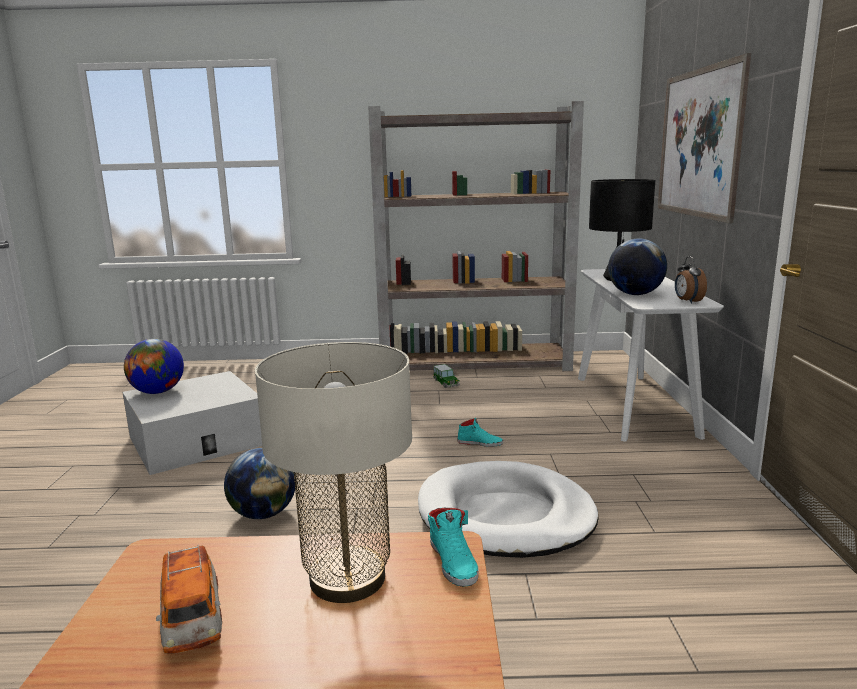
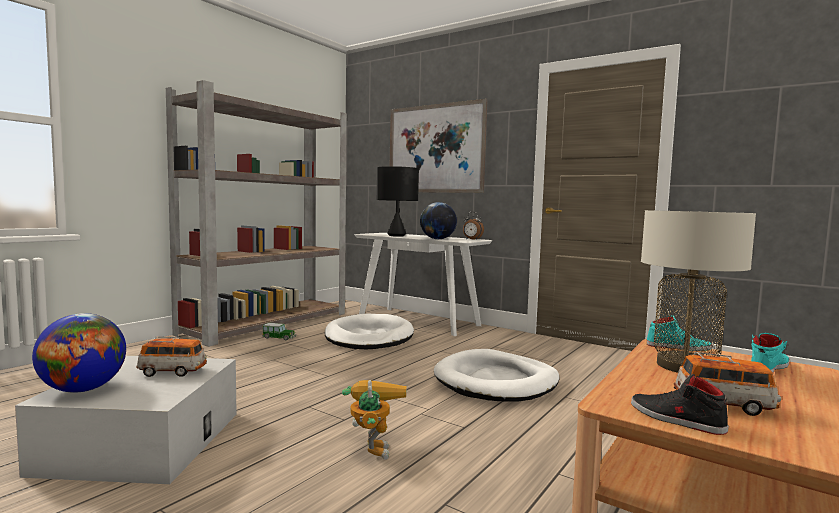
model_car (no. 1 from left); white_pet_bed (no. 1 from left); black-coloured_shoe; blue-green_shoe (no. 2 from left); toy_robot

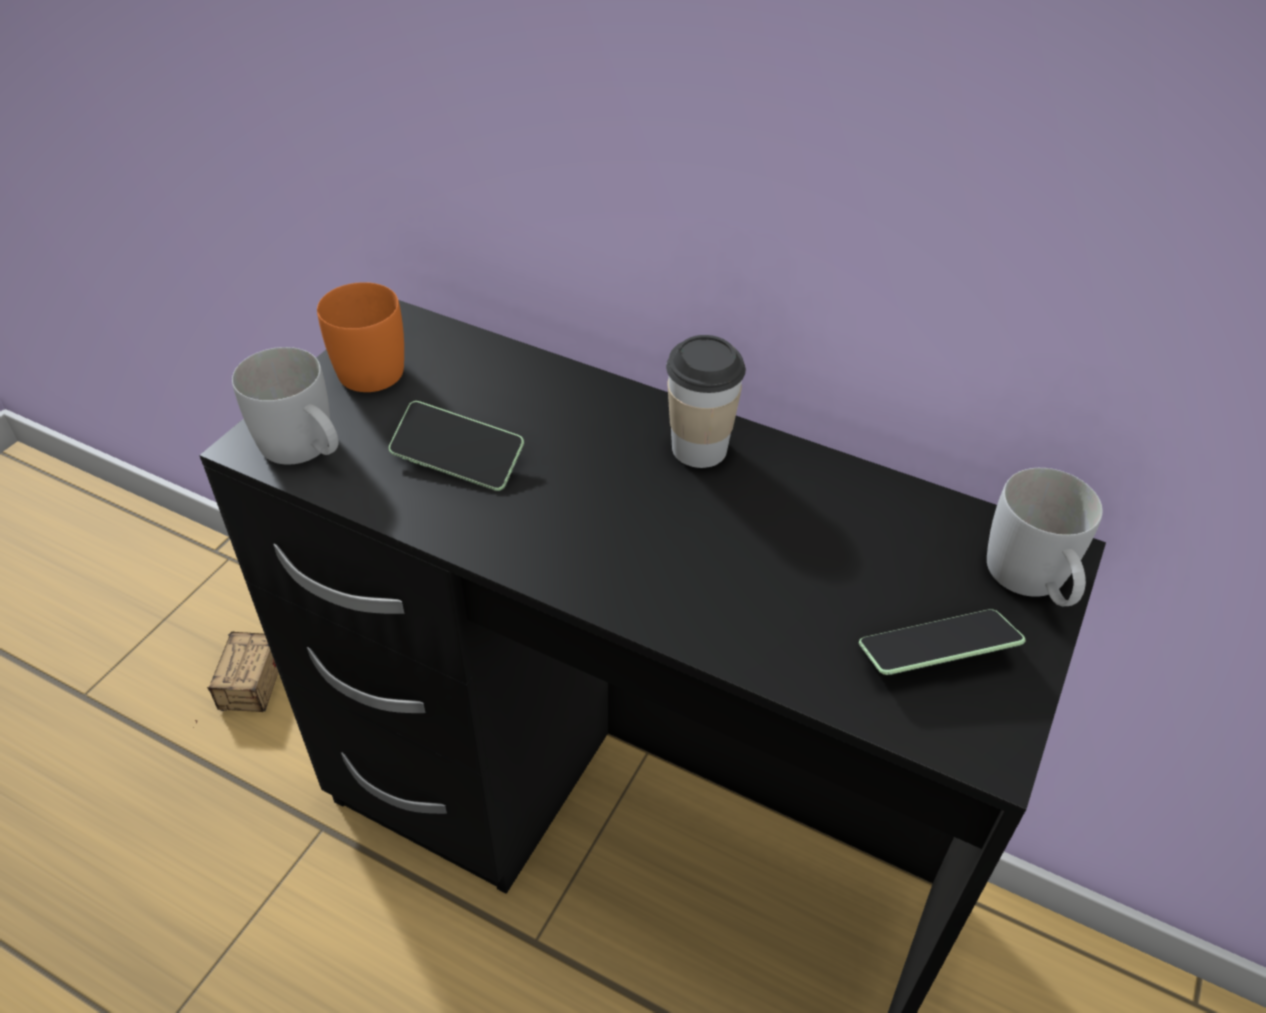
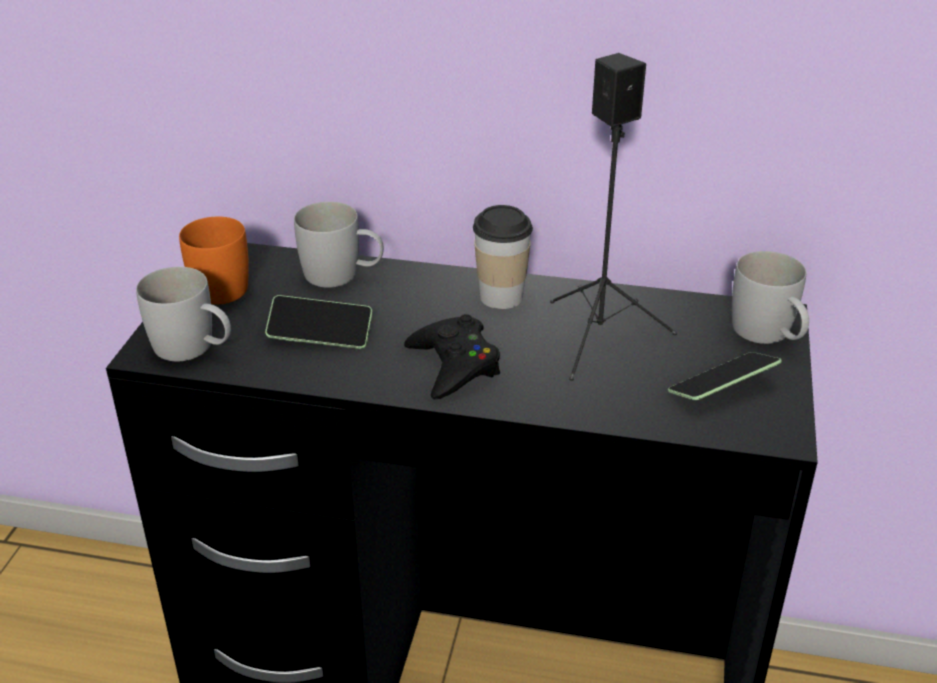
storage_bin; white_coffee_mug (no. 2 from left); black-coloured_joypad; black-coloured_speaker

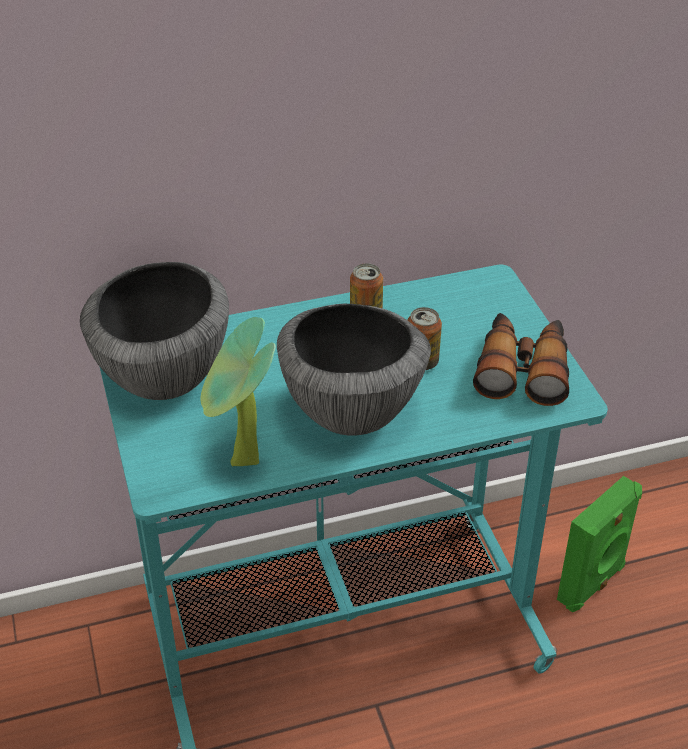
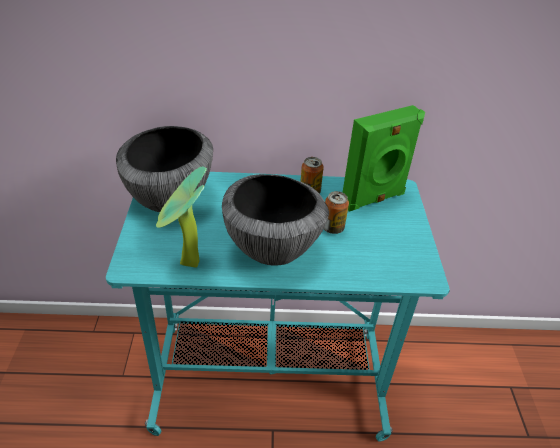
binoculars; green_speaker

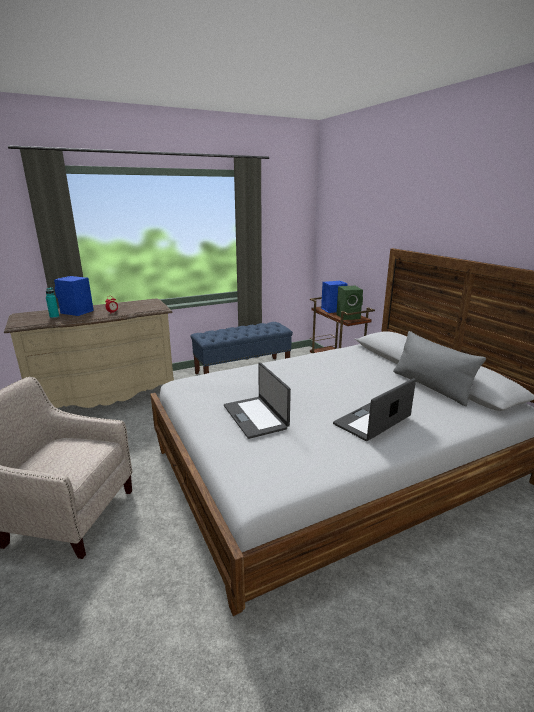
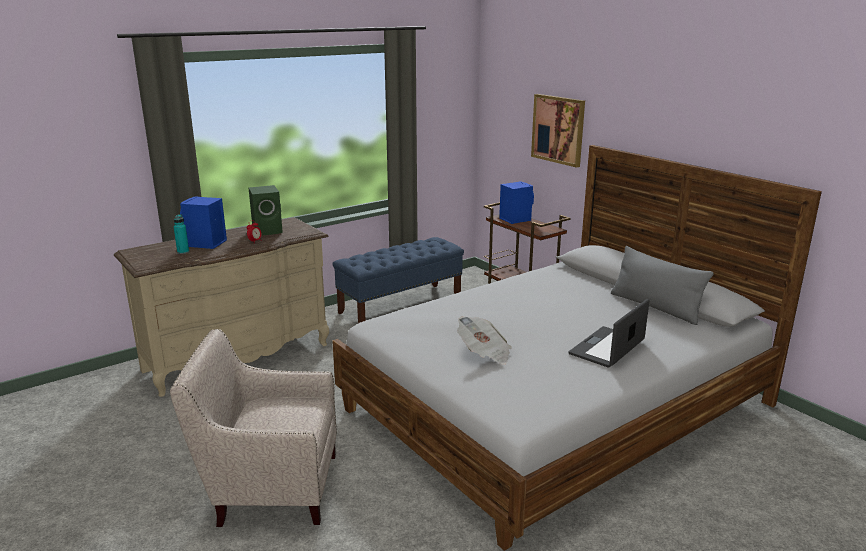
picture; green_speaker; daily_paper

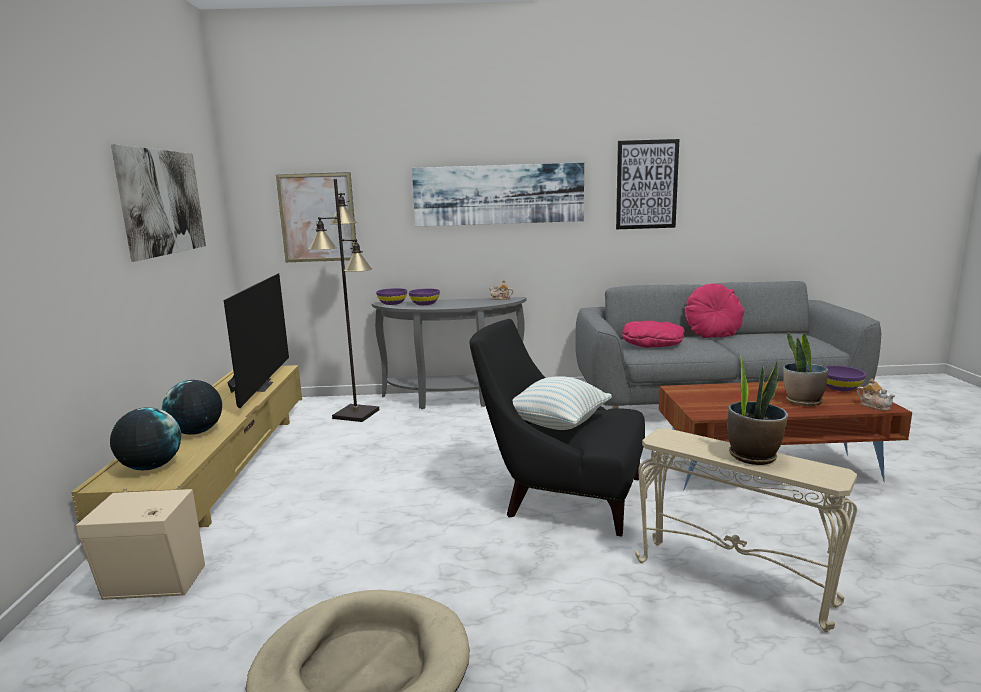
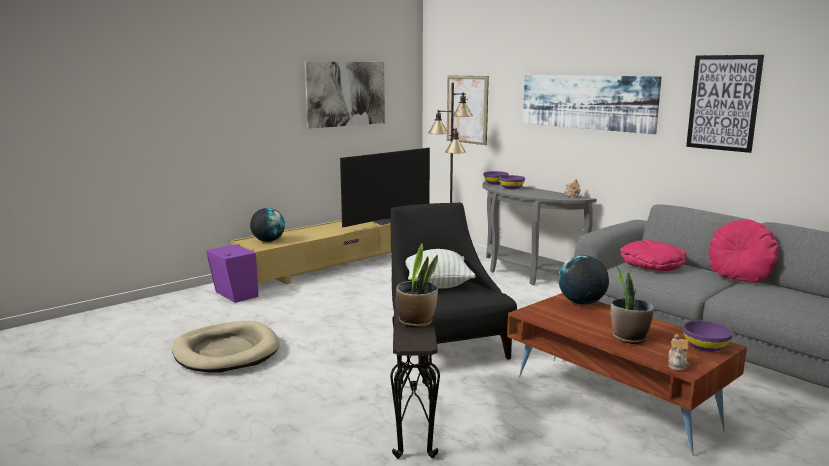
globe (no. 2 from left); purplish_speaker; black-coloured_side_table

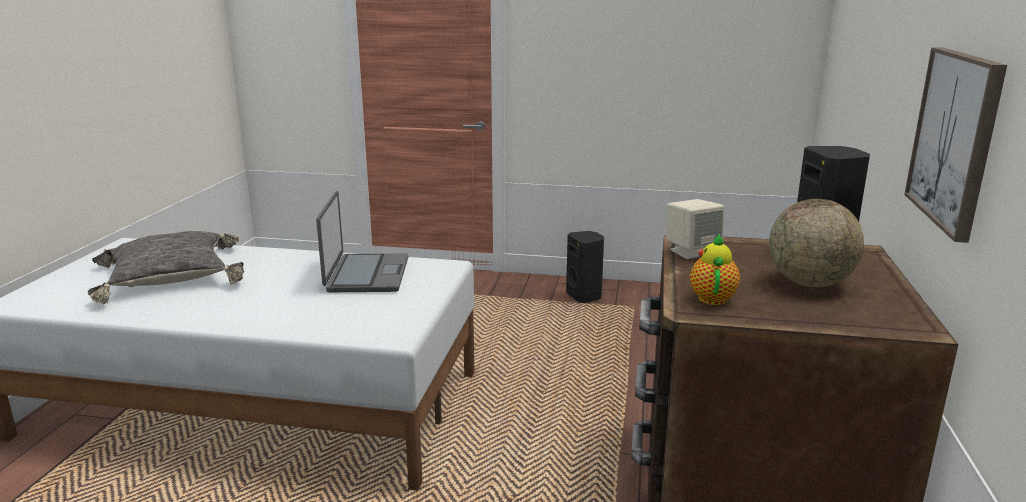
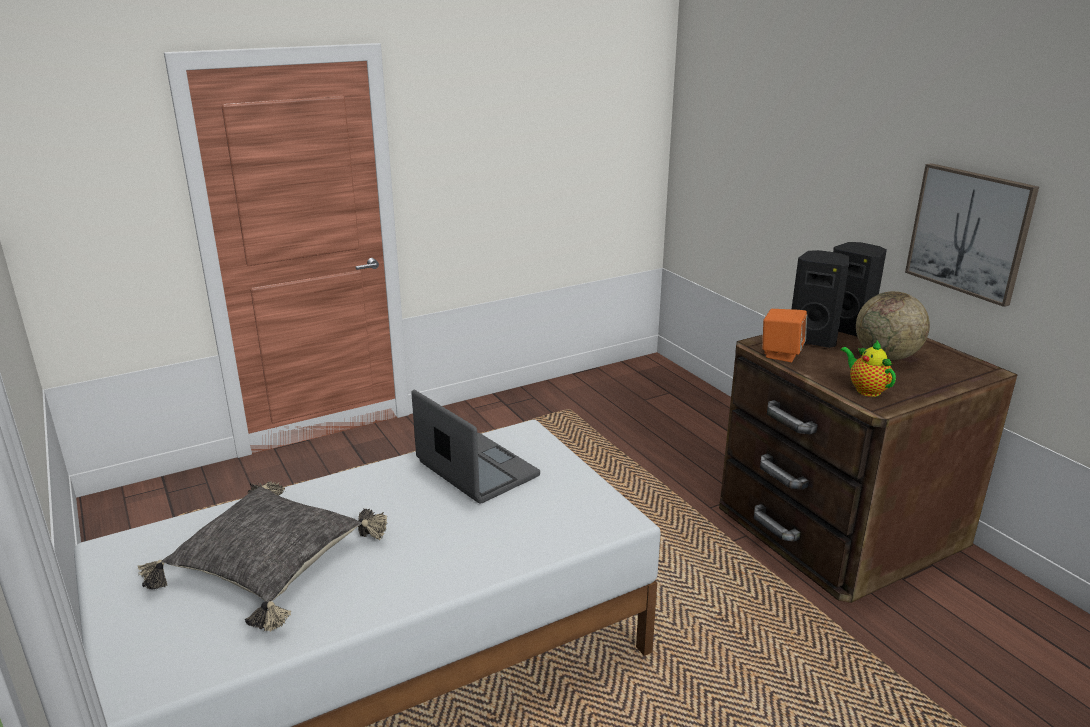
black-coloured_speaker (no. 1 from left); orange_speaker

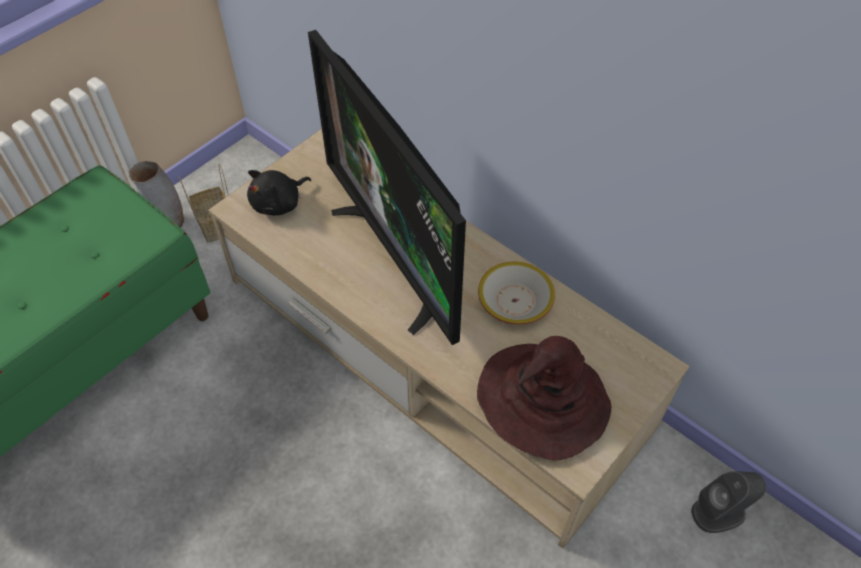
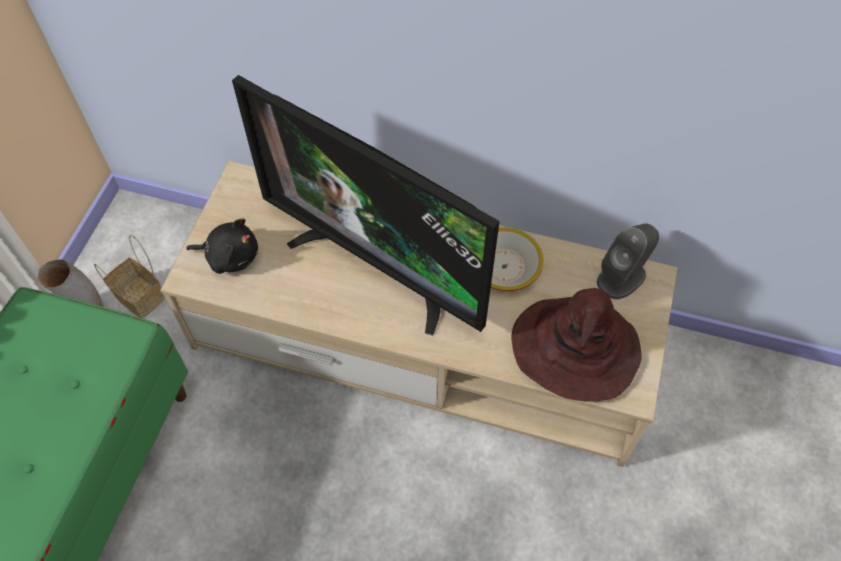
greyish_speaker; black-coloured_soft_toy

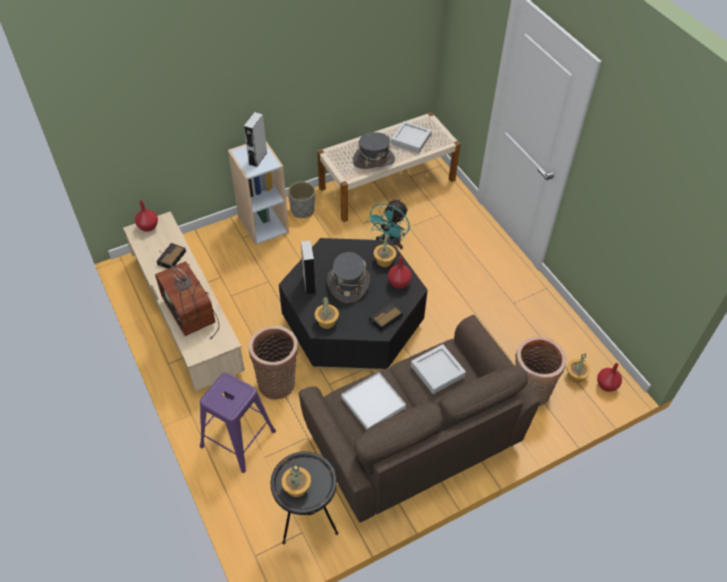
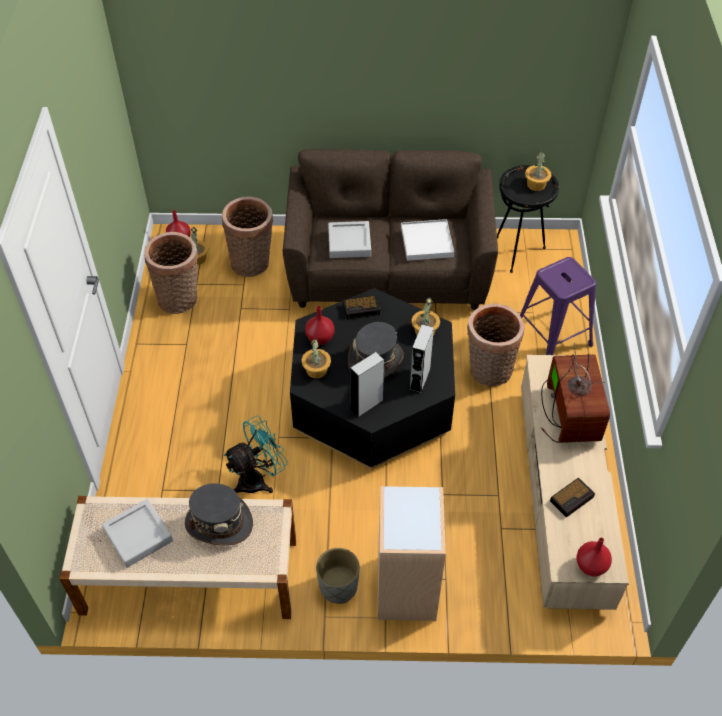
basket (no. 1 from left); greyish_speaker (no. 1 from left)

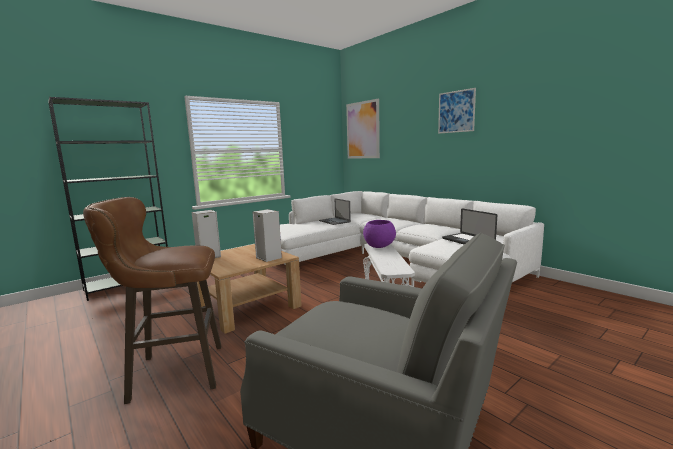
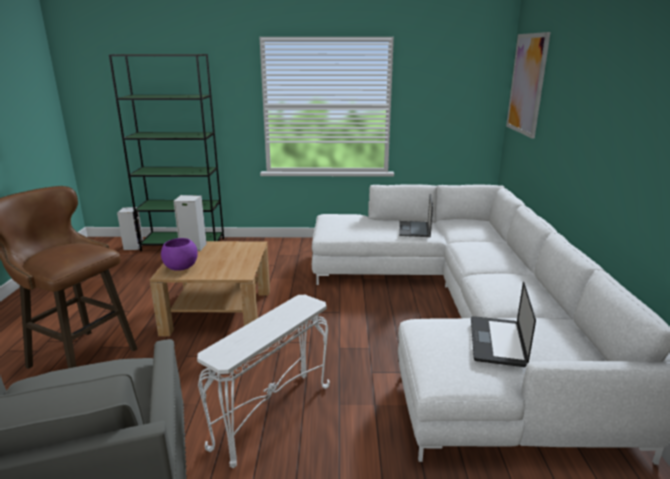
picture (no. 2 from left in the first image); speaker (no. 1 from left); purplish_bowl

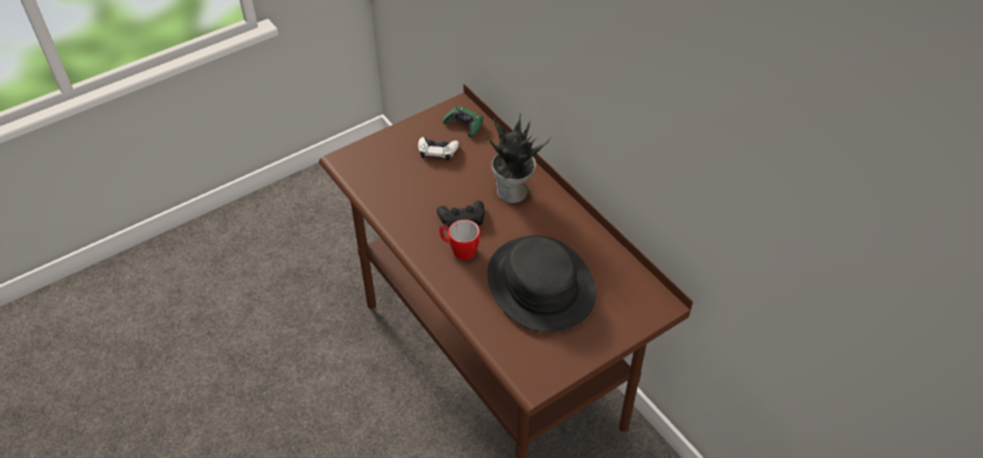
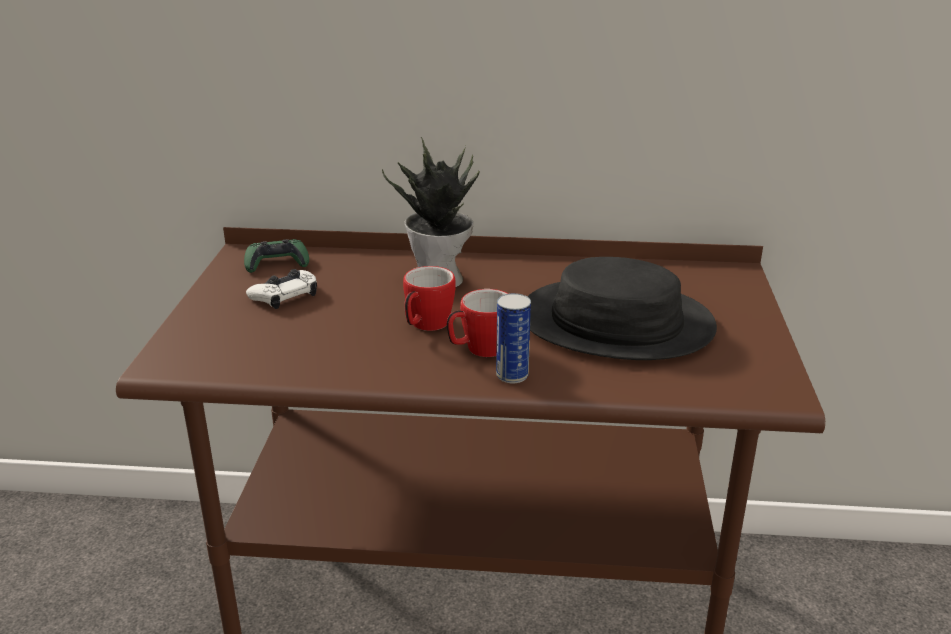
metal_can; coffee_mug (no. 1 from left)

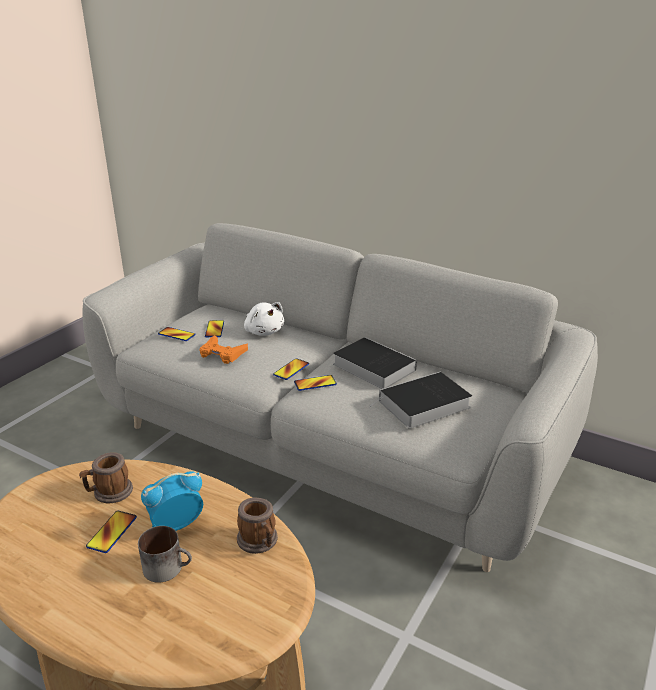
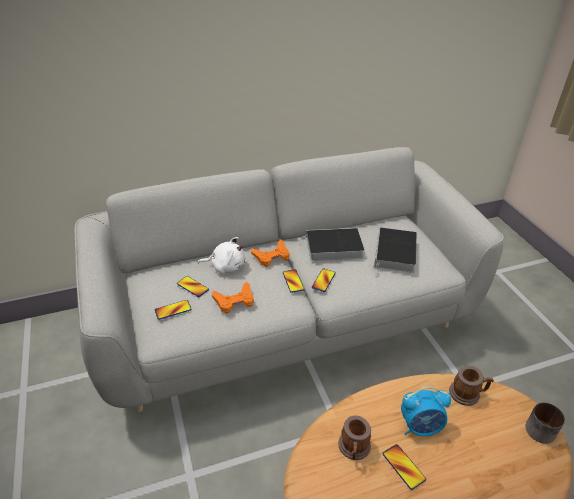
orange_joypad (no. 2 from left); coffee_mug (no. 3 from left); table_clock

